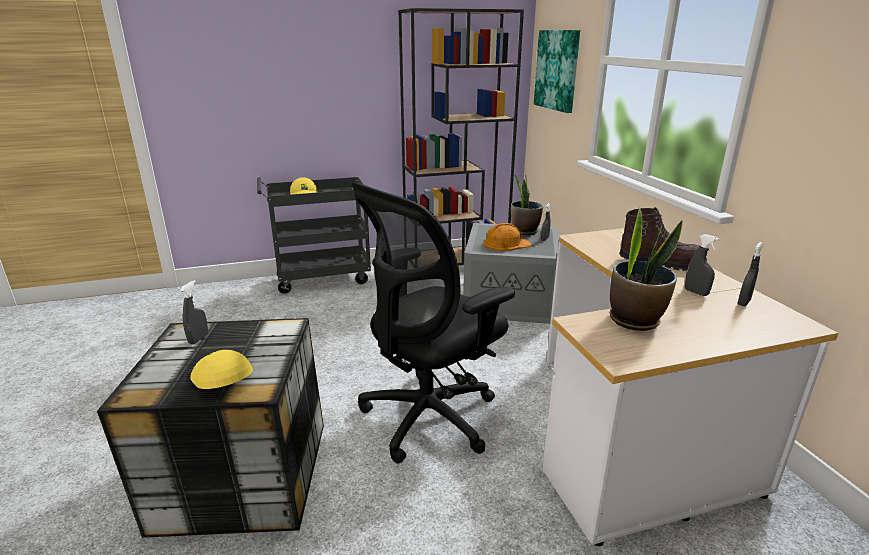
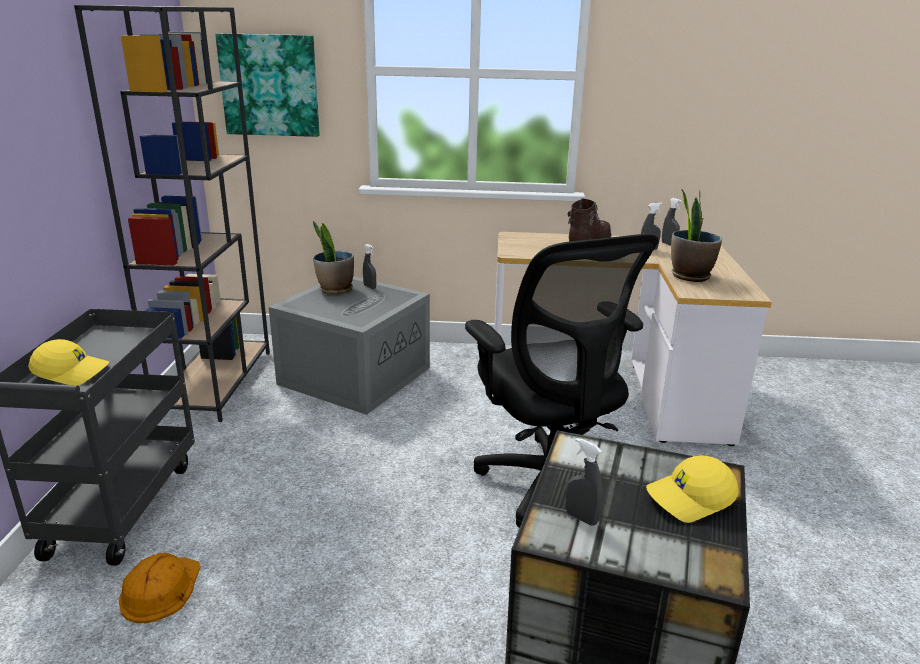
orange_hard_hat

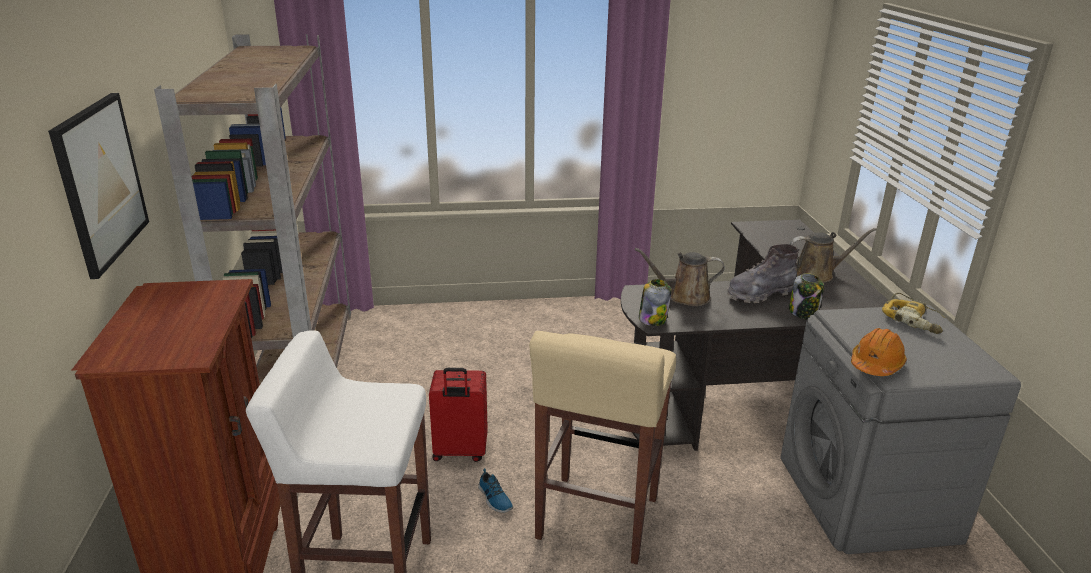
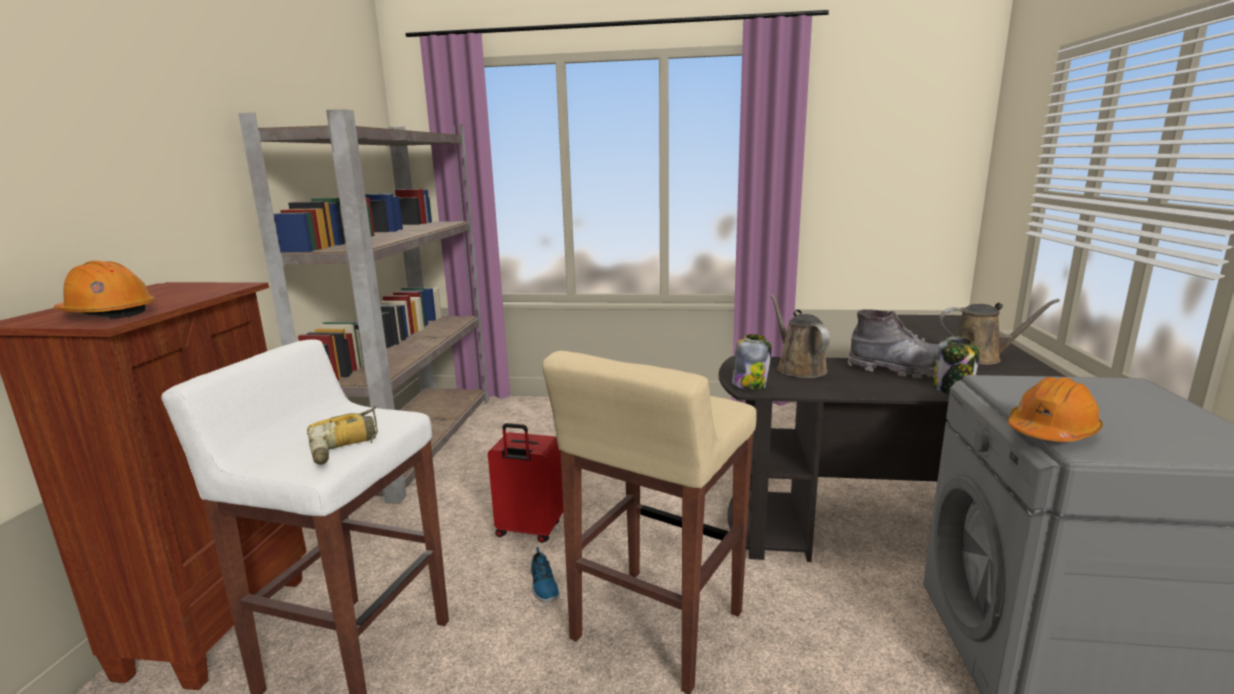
picture; orange_hard_hat (no. 1 from left); power_drill; brown-coloured_watering_can (no. 1 from left); greyish_tall_boot

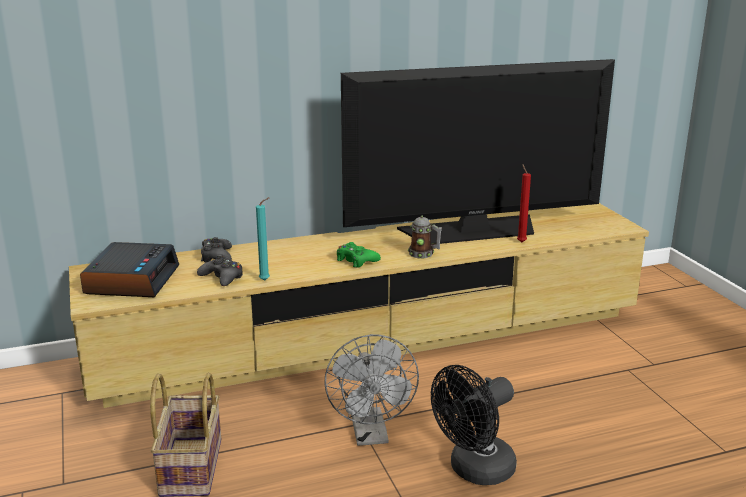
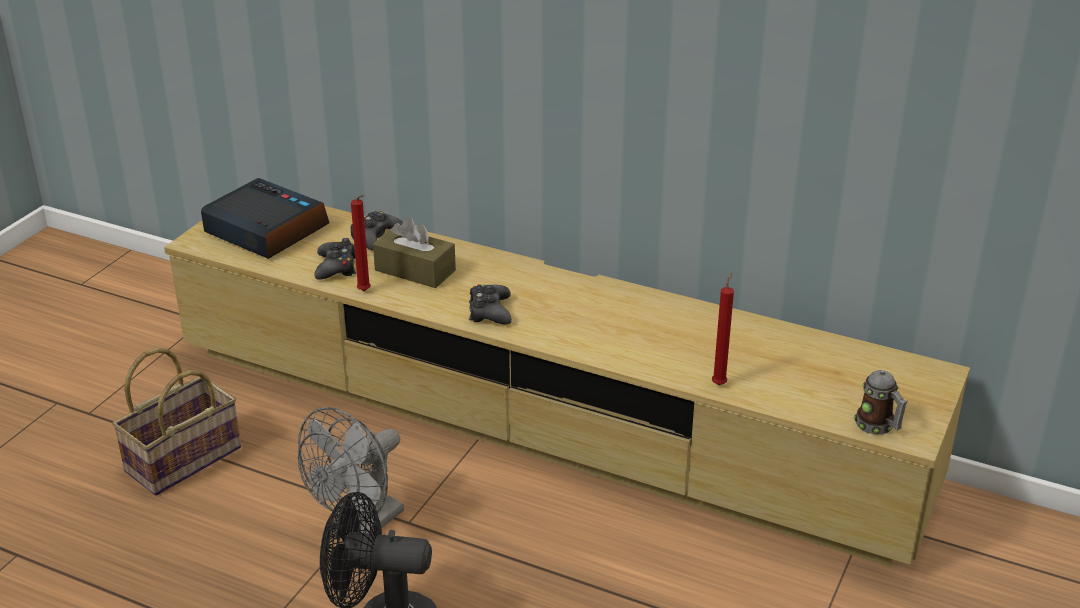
TV_set; brown-coloured_tissue_box; coffee_mug; reddish_wax_candle (no. 1 from left); black-coloured_joypad (no. 3 from left); table_clock

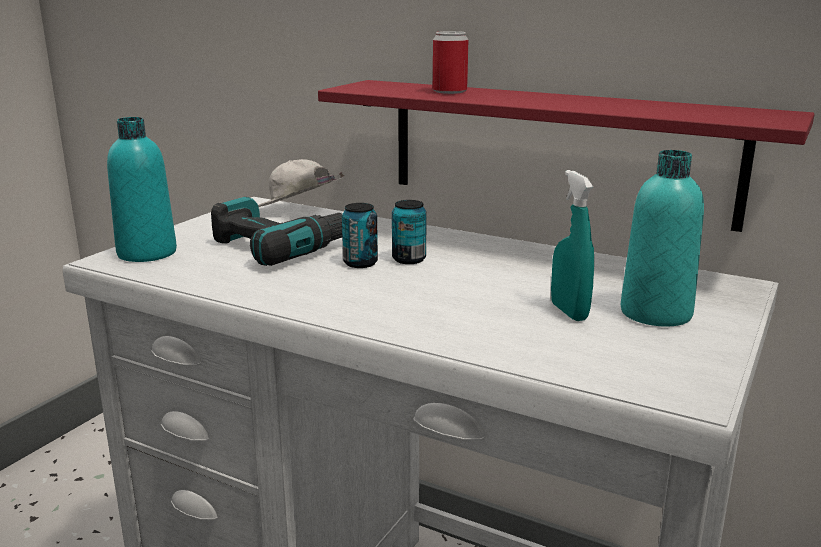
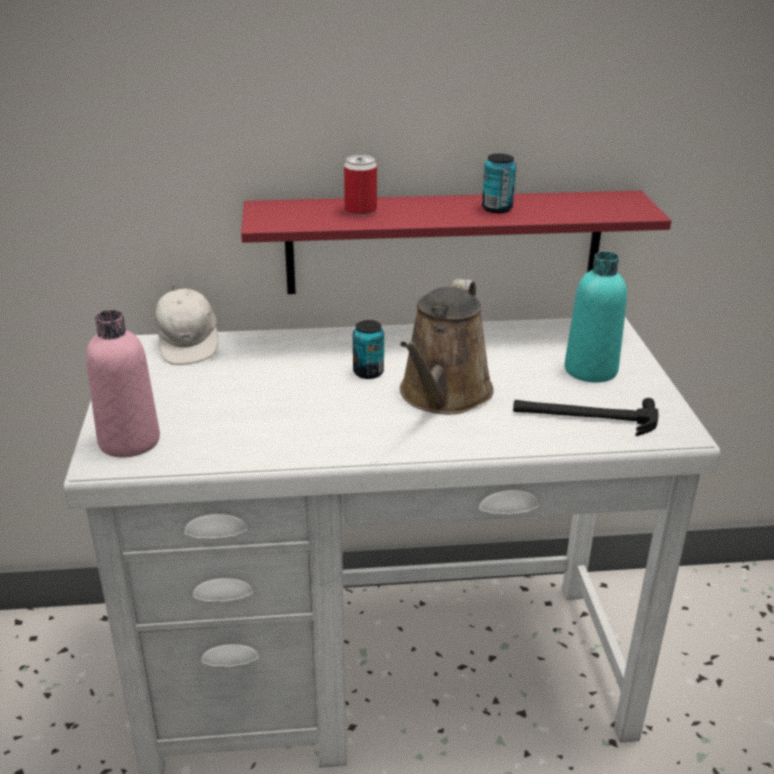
power_drill; blue-green_sprayer; brown-coloured_watering_can; tool_hammer; metal_can (no. 3 from left); pinkish_drink_bottle; white_baseball_cap

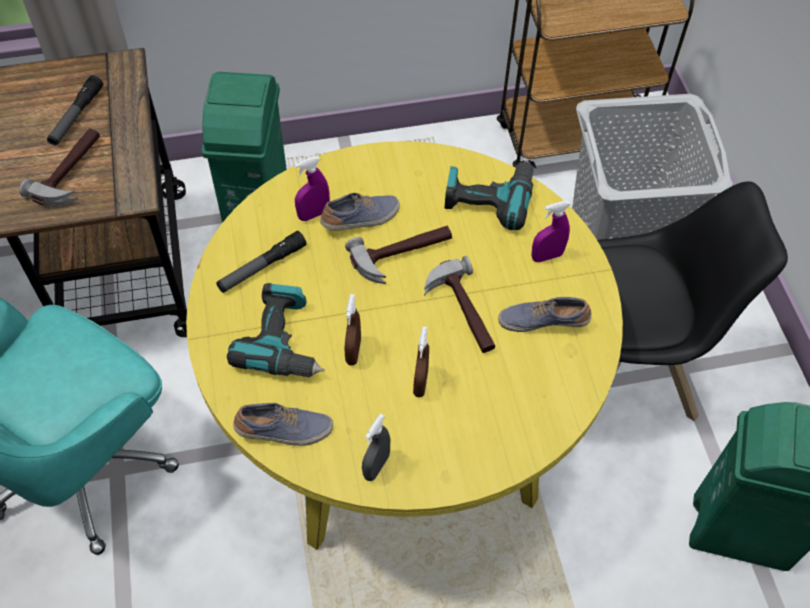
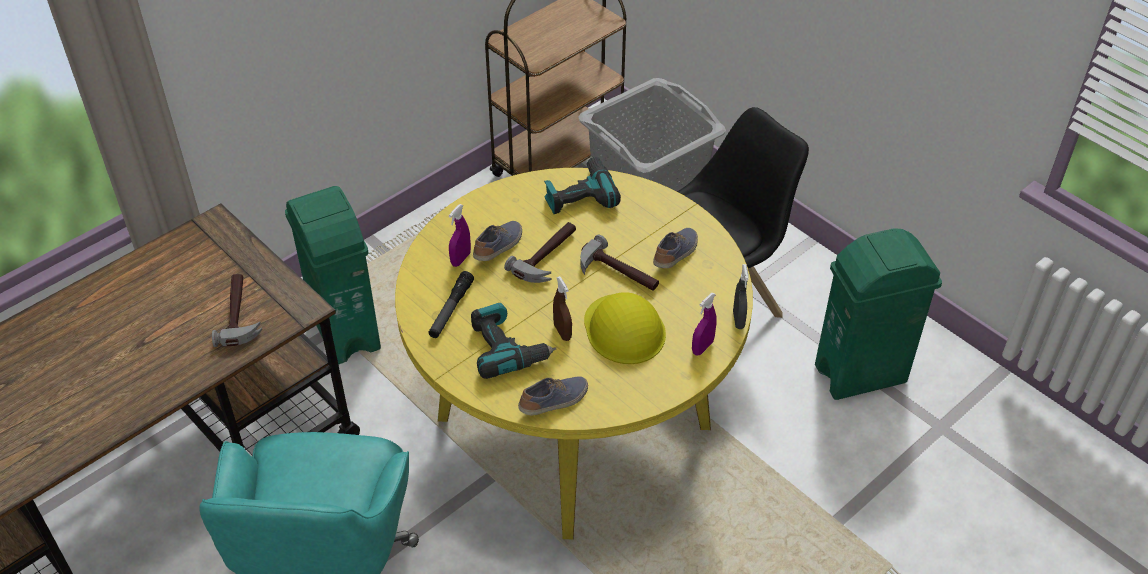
hand_torch (no. 1 from left in the first image); greyish_sprayer; purplish_sprayer (no. 2 from left); yellow-coloured_hard_hat; shoe (no. 3 from left)

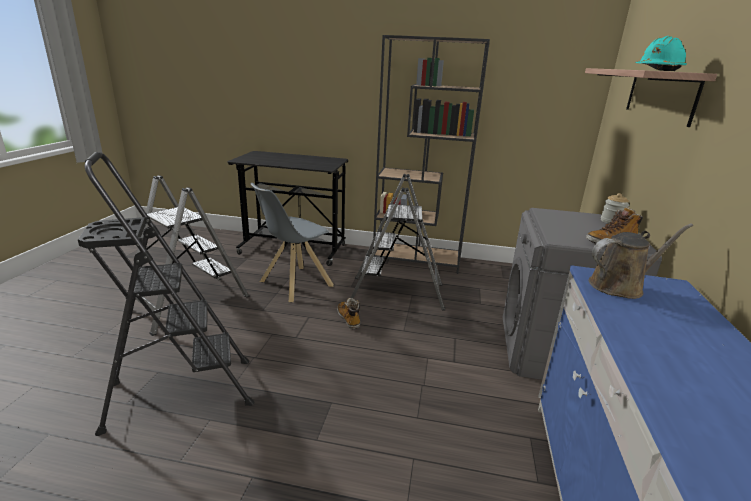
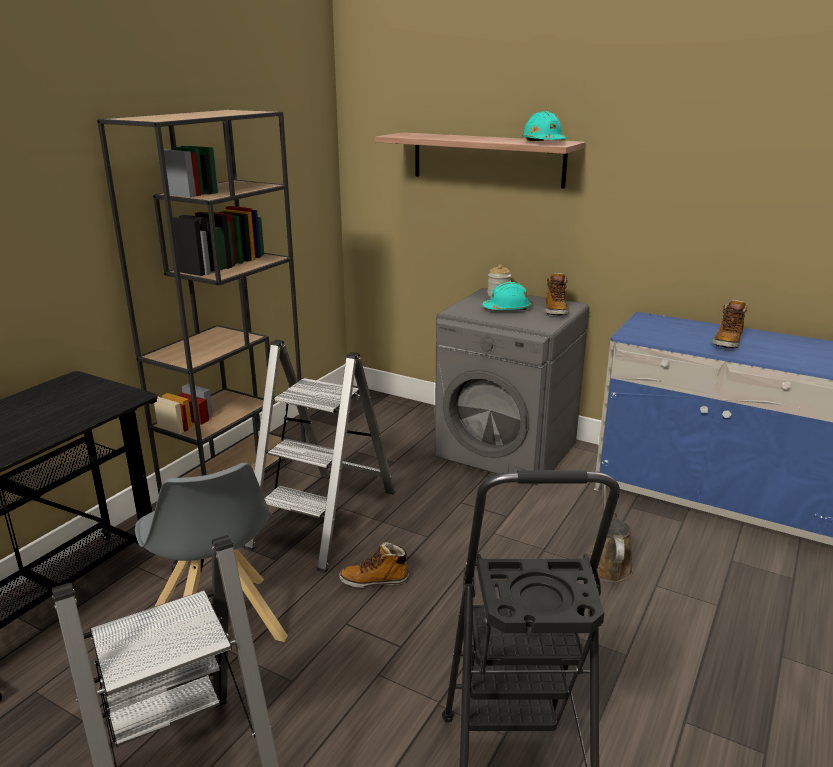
blue-green_hard_hat (no. 1 from left); tall_boot (no. 3 from left); brown-coloured_watering_can

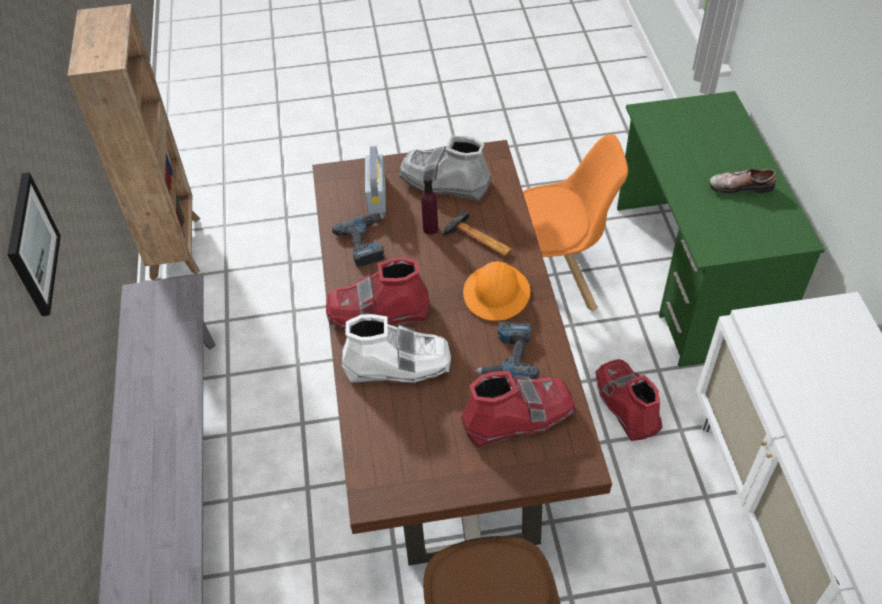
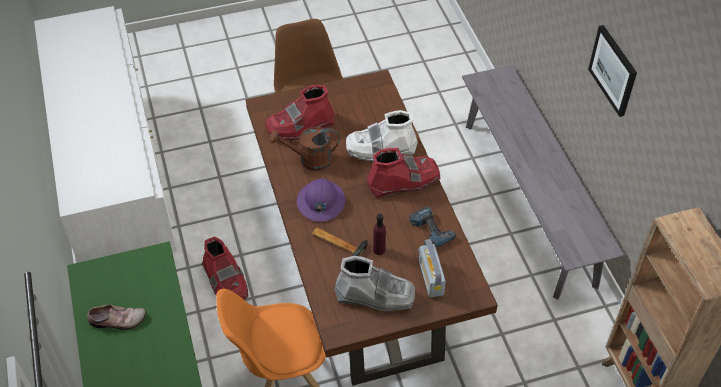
brown-coloured_watering_can; purplish_hard_hat

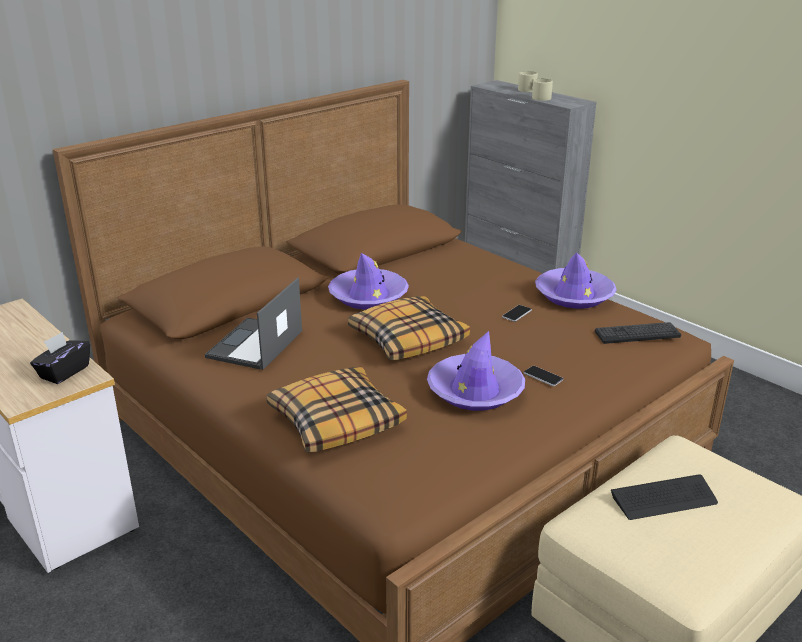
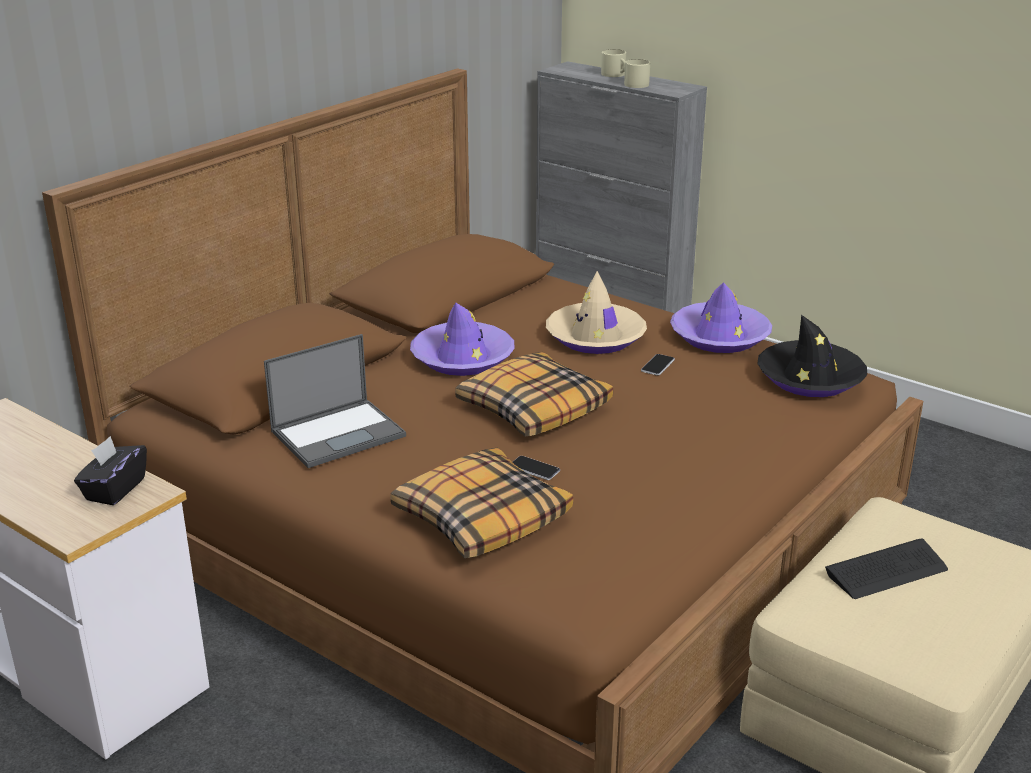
purplish_hat (no. 2 from left in the first image); beige_hat; phone (no. 1 from left); black-coloured_hat; laptop

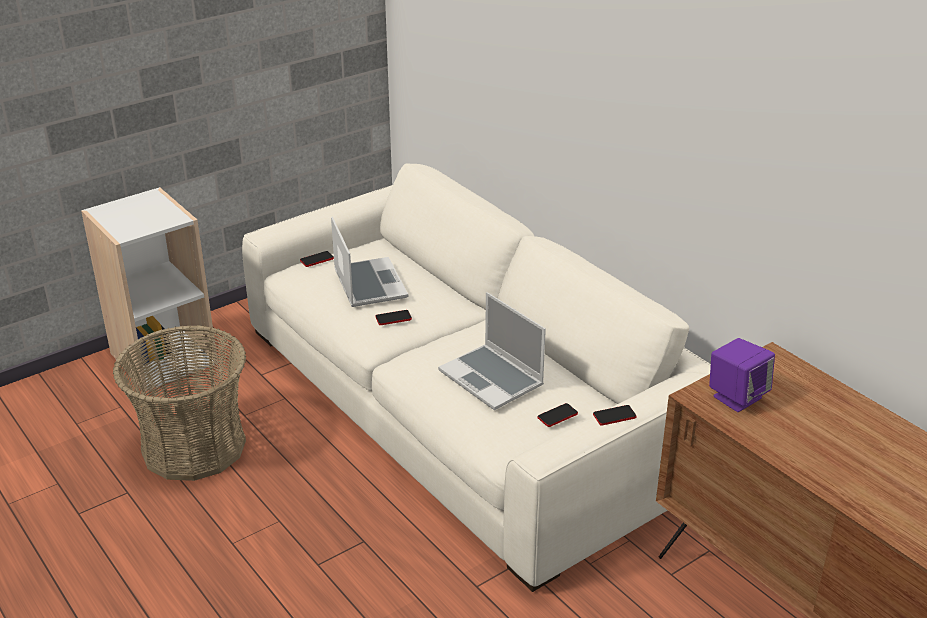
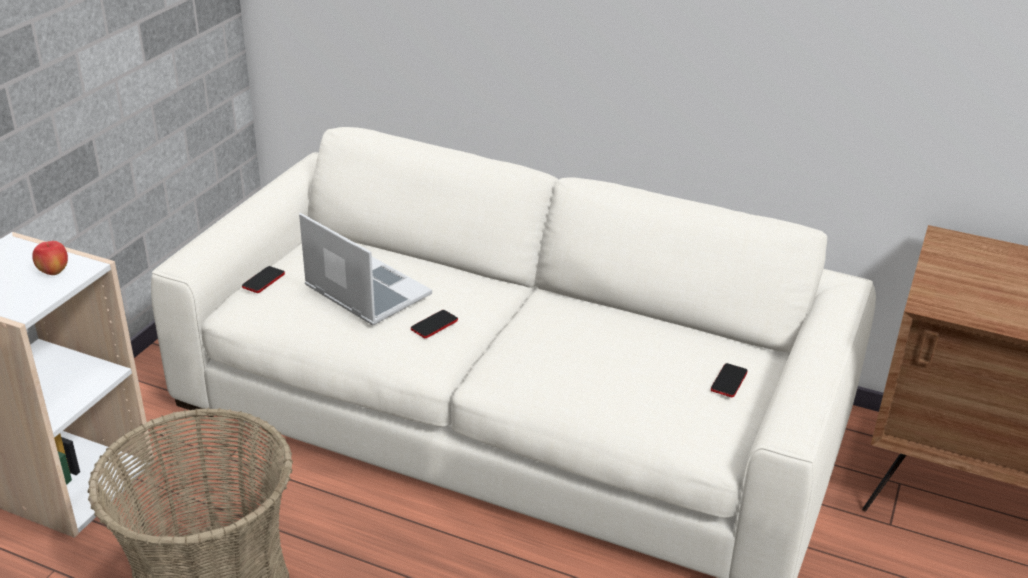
laptop (no. 2 from left in the first image); phone (no. 4 from left in the first image); purplish_speaker; apple

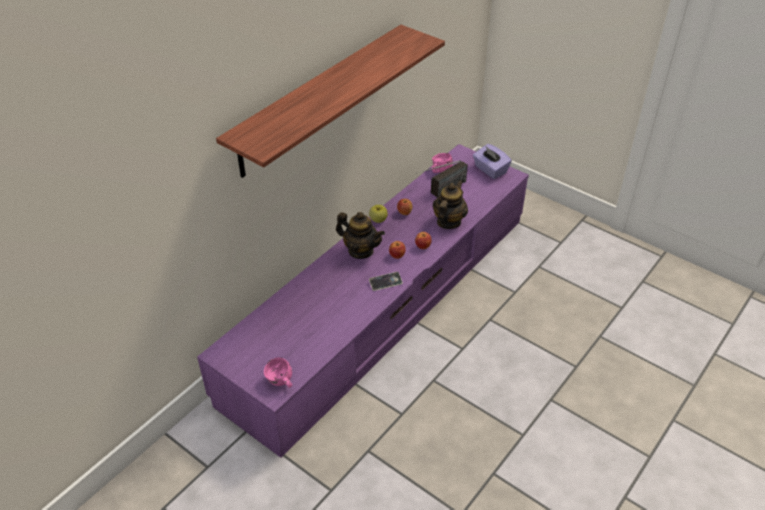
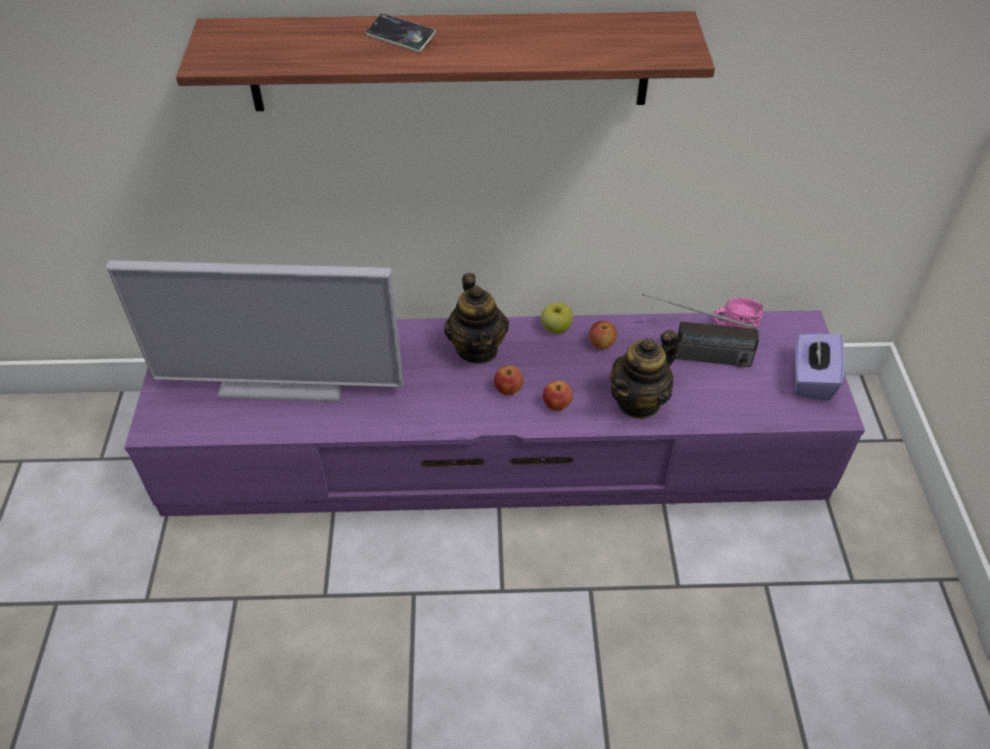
pinkish_coffee_mug (no. 1 from left in the first image); TV_set; phone; teapot (no. 2 from left)

